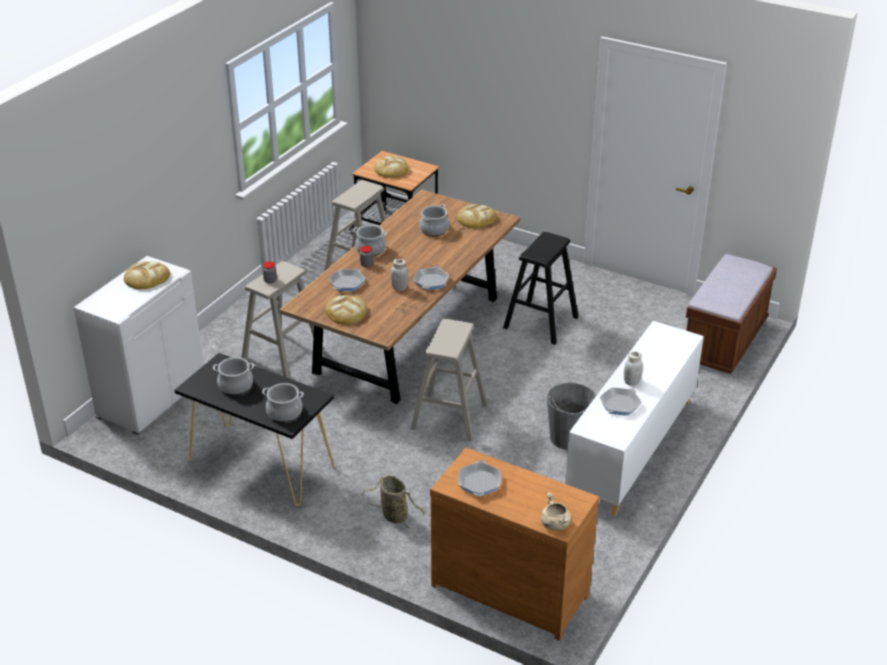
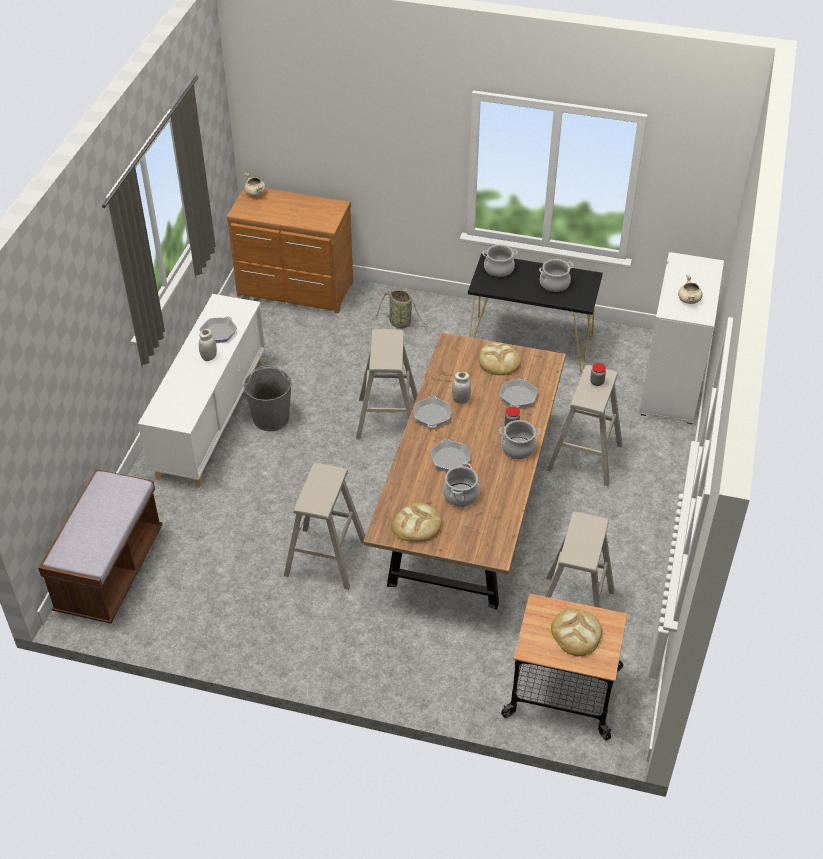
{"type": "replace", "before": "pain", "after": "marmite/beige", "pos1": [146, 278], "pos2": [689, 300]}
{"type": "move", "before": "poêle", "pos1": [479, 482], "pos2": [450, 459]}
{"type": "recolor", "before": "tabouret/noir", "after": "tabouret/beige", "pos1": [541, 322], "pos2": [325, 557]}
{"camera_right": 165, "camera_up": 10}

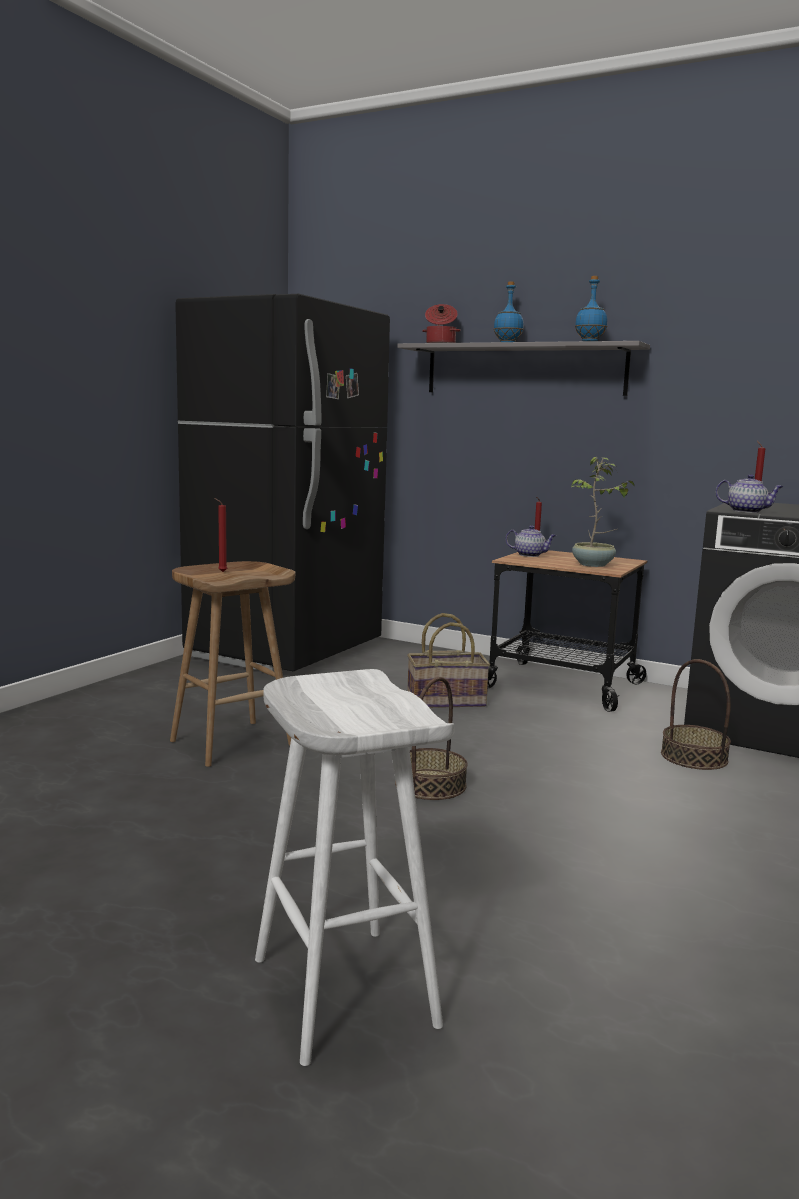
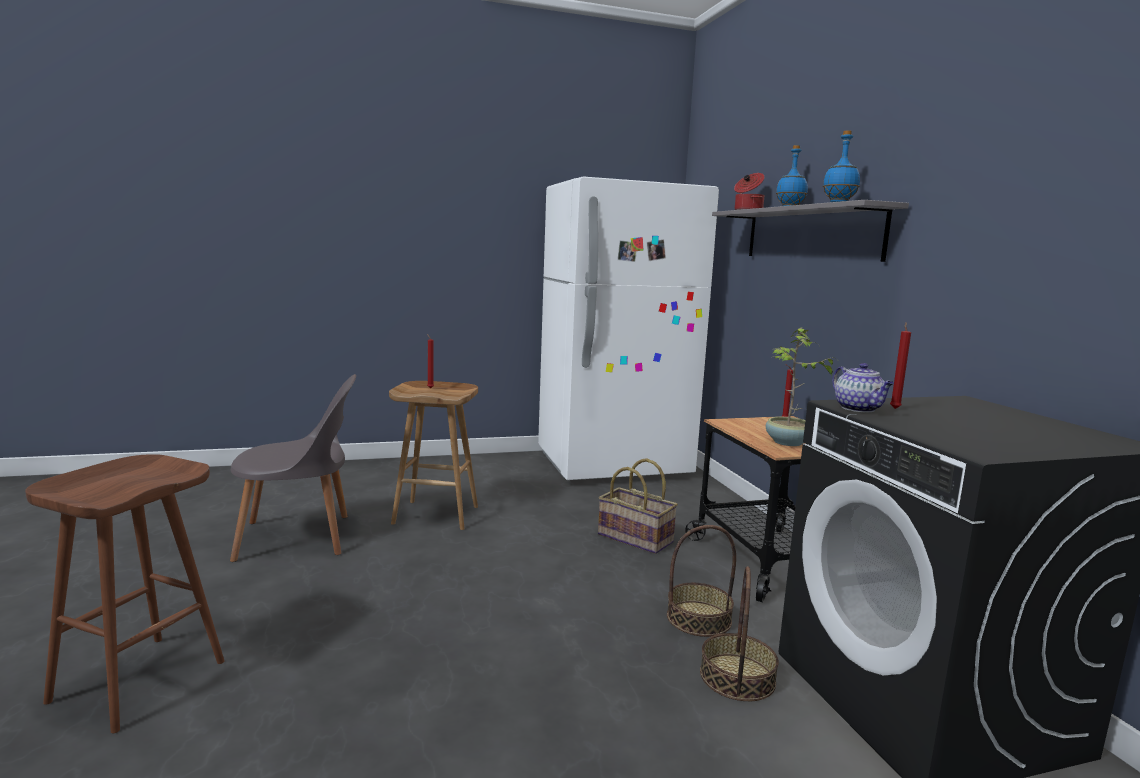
{"type": "recolor", "before": "réfrigérateur/noir", "after": "réfrigérateur/blanc", "pos1": [286, 650], "pos2": [613, 465]}
{"type": "recolor", "before": "tabouret/blanc", "after": "tabouret/marron", "pos1": [341, 990], "pos2": [139, 679]}
{"type": "move", "before": "panier", "pos1": [430, 784], "pos2": [698, 618]}
{"type": "delete", "before": "théière", "pos1": [530, 555]}
{"type": "insert", "after": "chaise/gris", "pos2": [300, 537]}
{"camera_right": 45, "camera_up": 0}

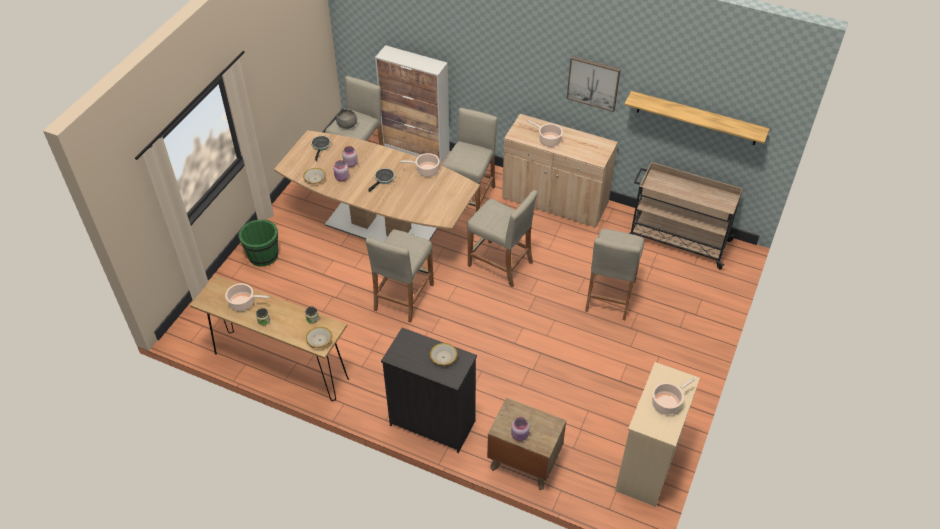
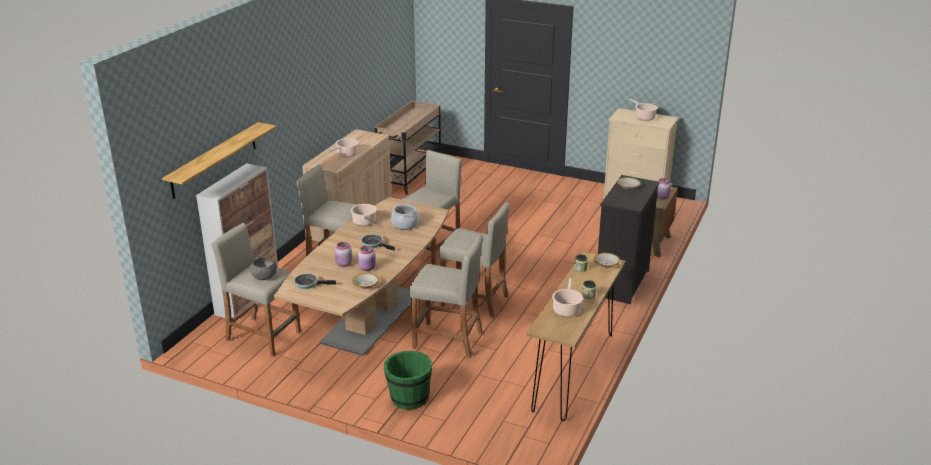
{"type": "delete", "before": "tableau", "pos1": [593, 83]}
{"type": "move", "before": "tabouret/beige", "pos1": [610, 295], "pos2": [448, 340]}
{"type": "move", "before": "étagère", "pos1": [696, 118], "pos2": [214, 160]}
{"type": "insert", "after": "marmite", "pos2": [405, 224]}
{"camera_right": -90, "camera_up": -20}

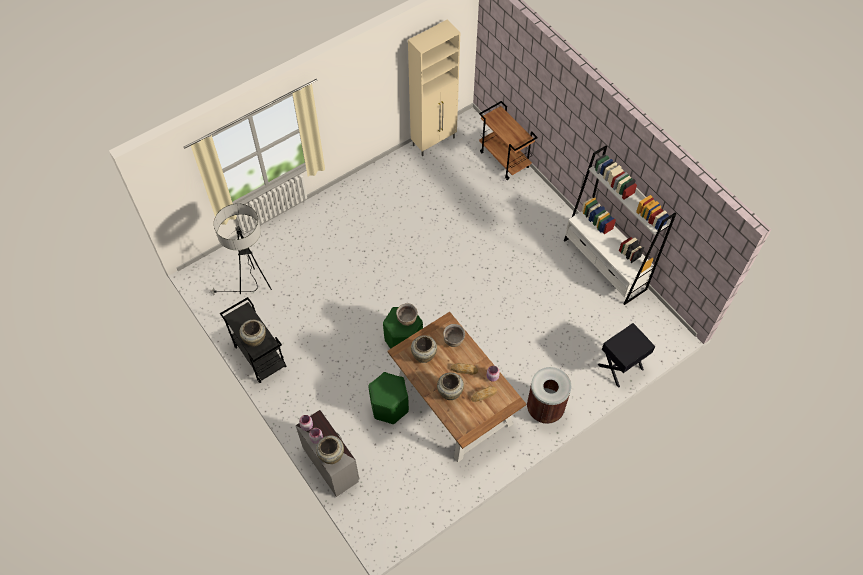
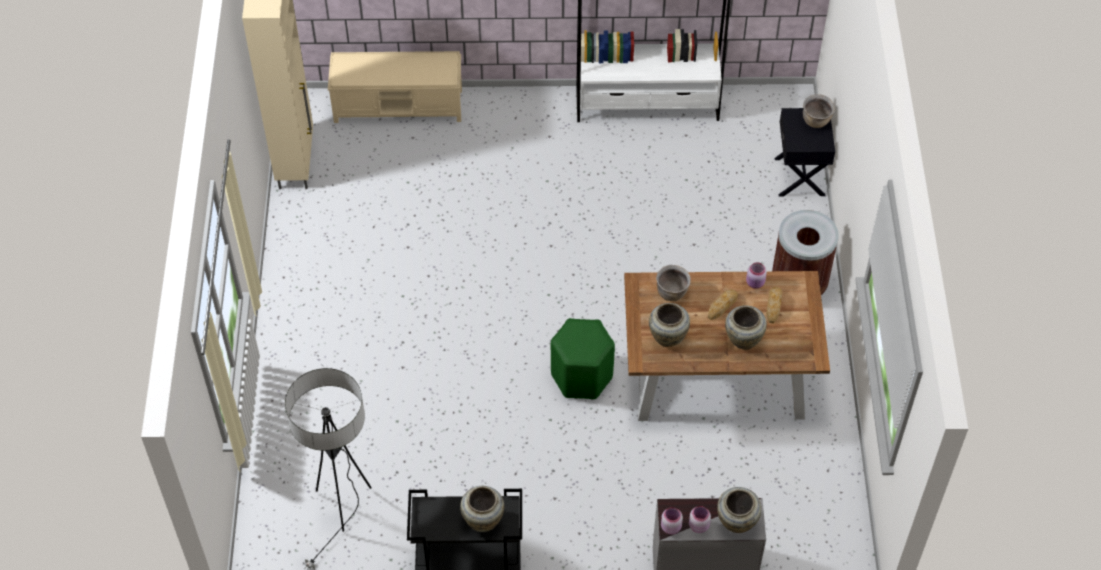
{"type": "delete", "before": "tabouret/vert", "pos1": [389, 406]}
{"type": "move", "before": "marmite/marron", "pos1": [407, 320], "pos2": [816, 121]}
{"type": "replace", "before": "chariot/marron", "after": "banc/beige", "pos1": [505, 159], "pos2": [399, 106]}
{"camera_right": -55, "camera_up": -5}

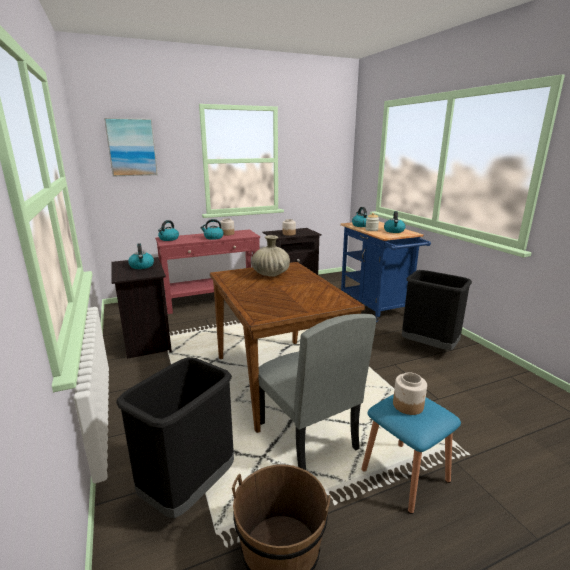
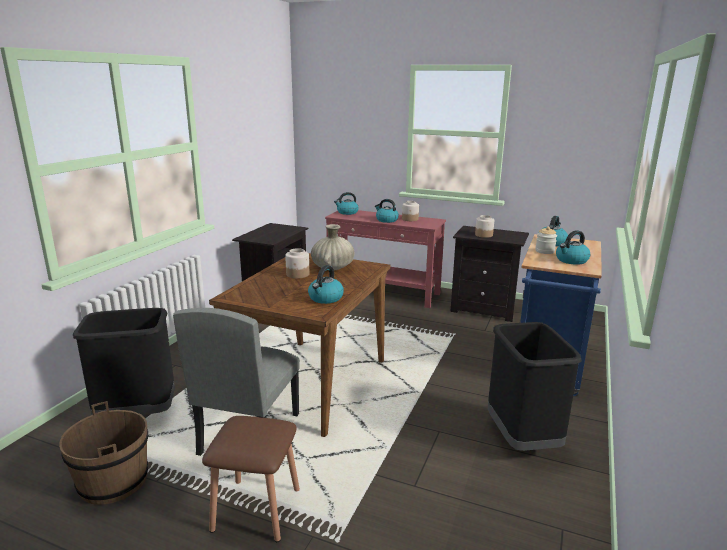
{"type": "delete", "before": "tableau", "pos1": [132, 147]}
{"type": "move", "before": "bouilloire", "pos1": [142, 266], "pos2": [325, 298]}
{"type": "recolor", "before": "tabouret/bleu", "after": "tabouret/marron", "pos1": [405, 475], "pos2": [256, 509]}
{"type": "move", "before": "bocal", "pos1": [408, 405], "pos2": [298, 274]}
{"camera_right": 45, "camera_up": 0}

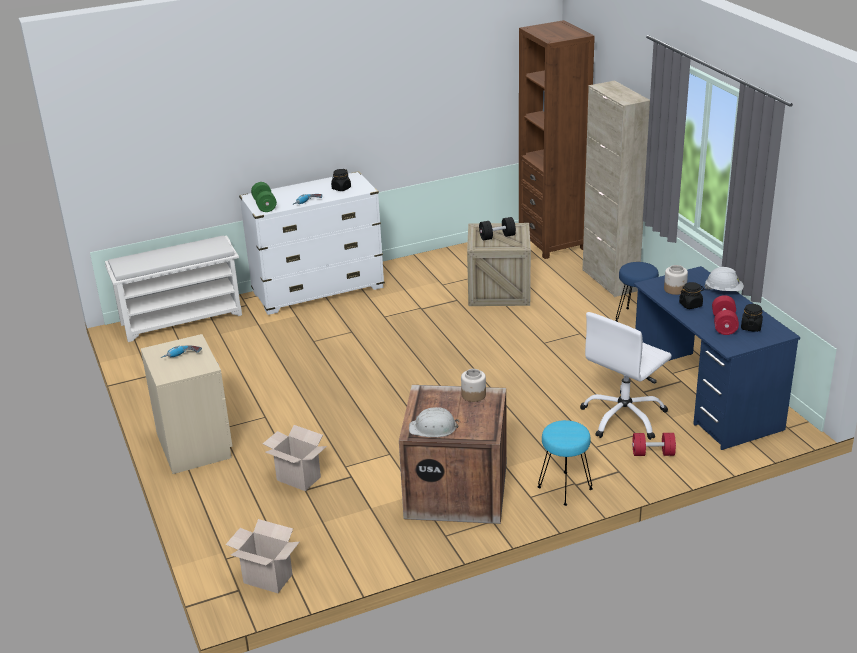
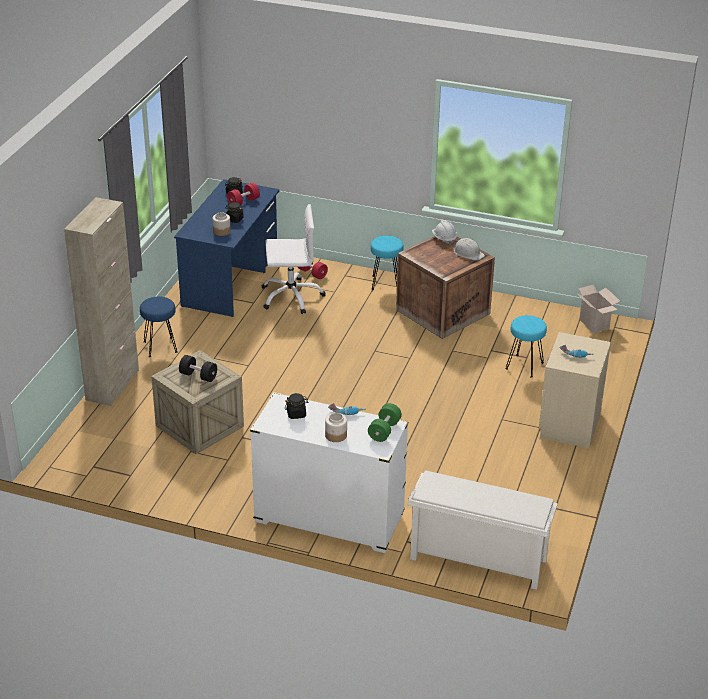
{"type": "replace", "before": "carton", "after": "tabouret/turquoise", "pos1": [297, 479], "pos2": [525, 366]}
{"type": "move", "before": "bocal", "pos1": [473, 395], "pos2": [336, 435]}
{"type": "delete", "before": "bibliothèque/marron", "pos1": [552, 242]}
{"type": "move", "before": "casque de chantier/blanc", "pos1": [723, 291], "pos2": [444, 239]}
{"camera_right": -140, "camera_up": 5}

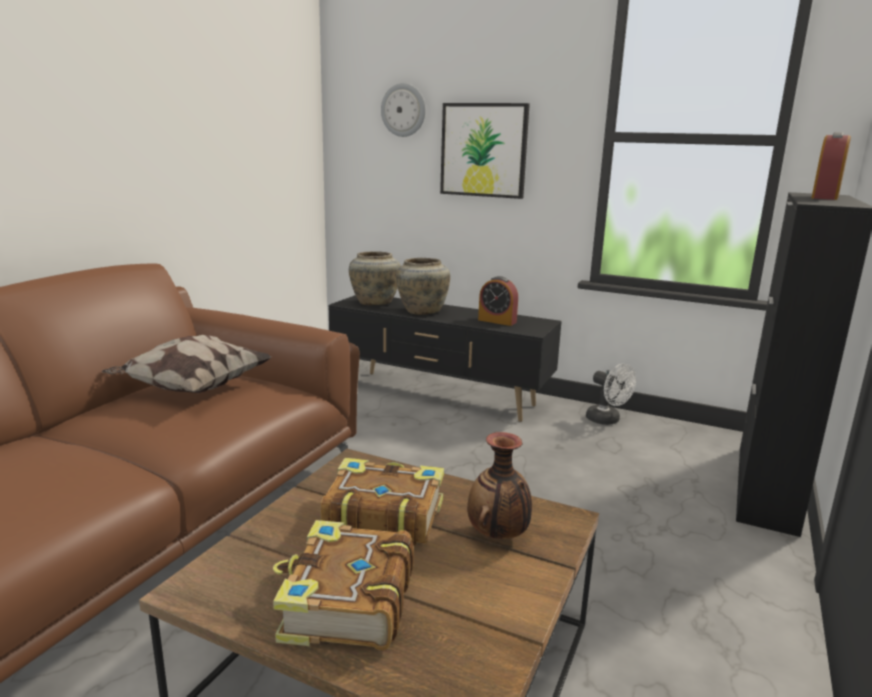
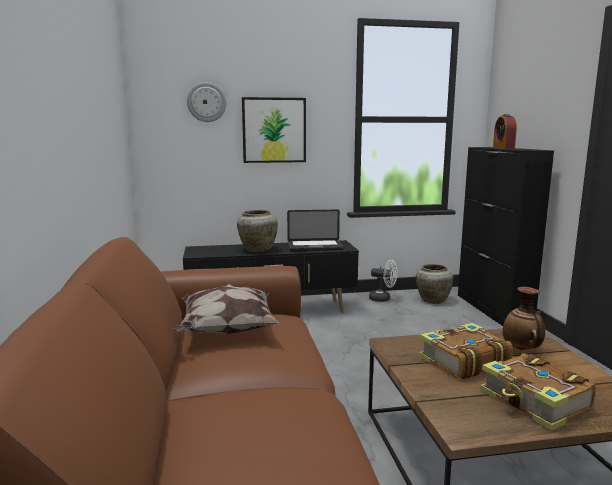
{"type": "move", "before": "vase/beige", "pos1": [375, 302], "pos2": [432, 300]}
{"type": "replace", "before": "réveil", "after": "ordinateur portable", "pos1": [497, 321], "pos2": [315, 247]}
{"camera_right": -35, "camera_up": -5}

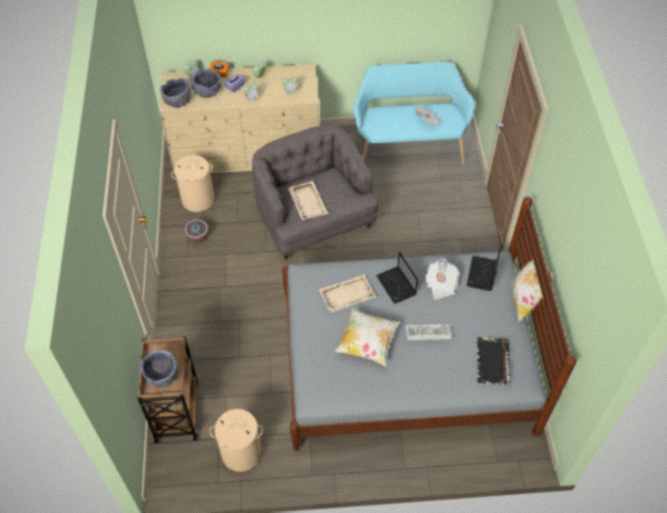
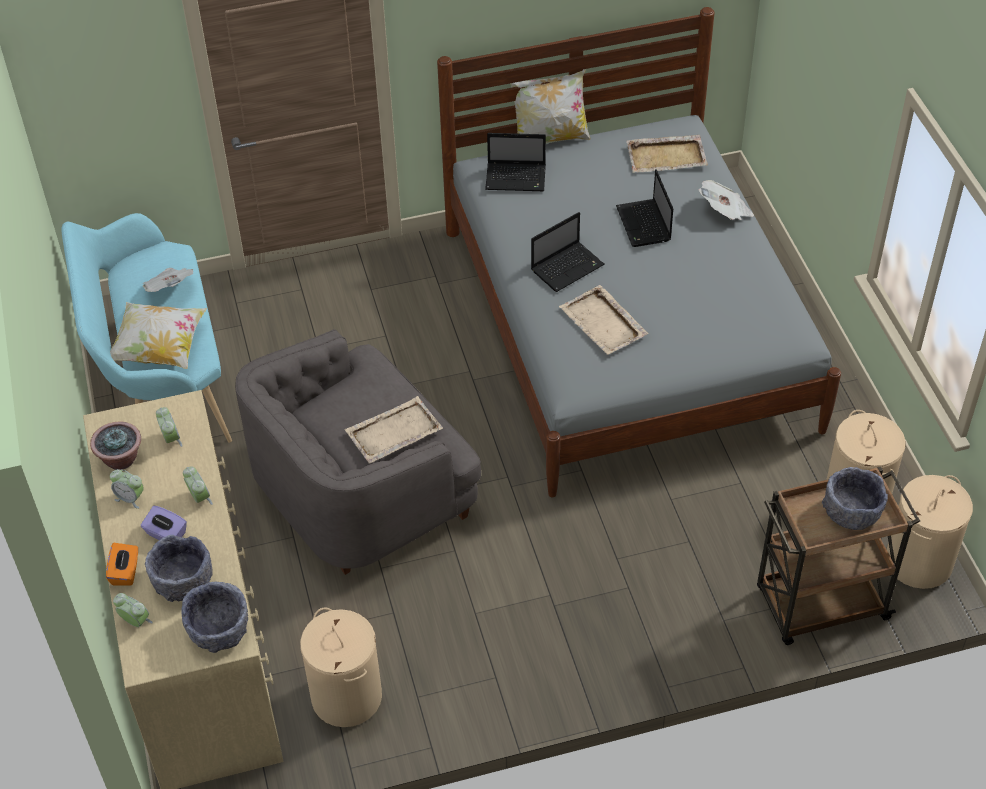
{"type": "move", "before": "plante en pot", "pos1": [198, 237], "pos2": [121, 459]}
{"type": "move", "before": "coussin", "pos1": [367, 343], "pos2": [159, 349]}
{"type": "replace", "before": "clavier", "after": "ordinateur portable", "pos1": [426, 334], "pos2": [644, 225]}
{"type": "move", "before": "journal", "pos1": [440, 285], "pos2": [725, 212]}
{"type": "recolor", "before": "plateau/noir", "after": "plateau/beige", "pos1": [492, 362], "pos2": [667, 156]}
{"type": "insert", "after": "panier à linge/beige", "pos2": [918, 562]}
{"camera_right": -100, "camera_up": -5}

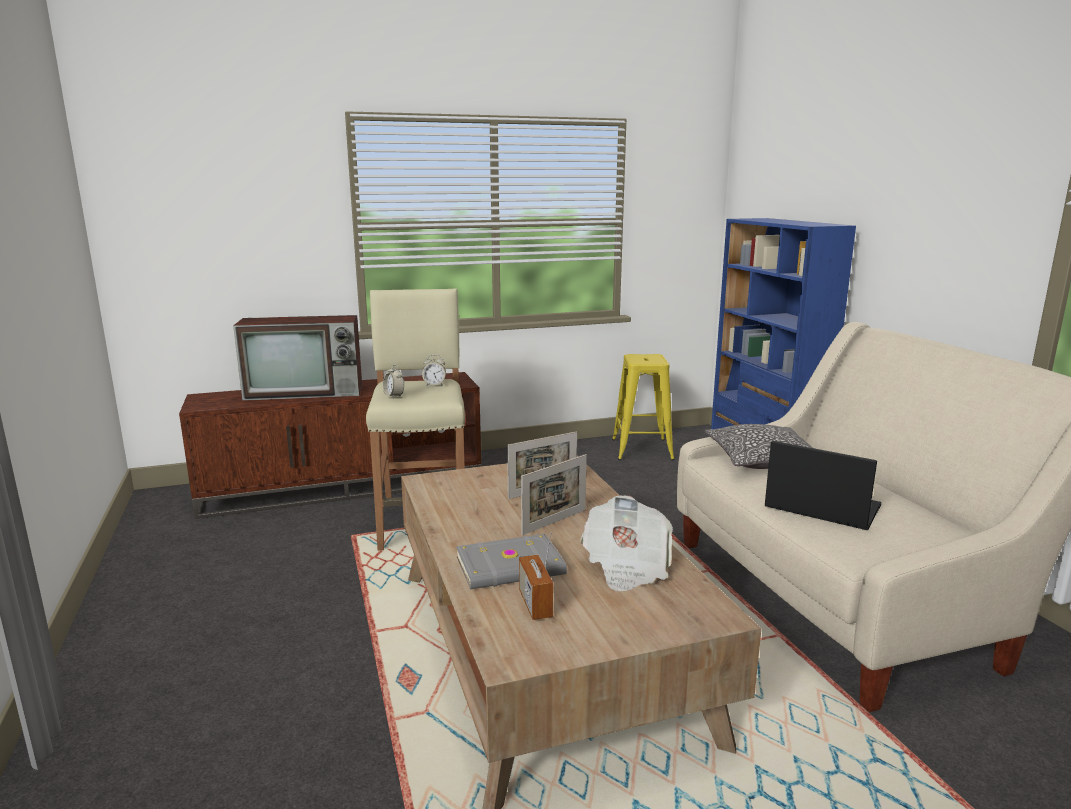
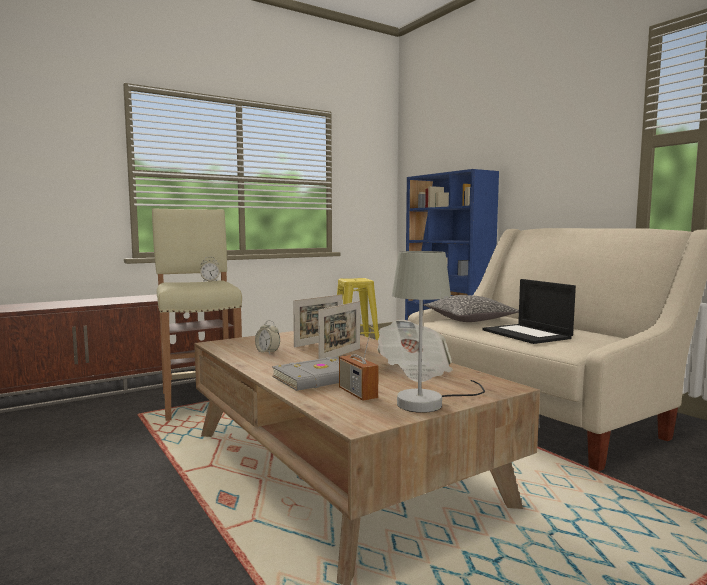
{"type": "delete", "before": "téléviseur", "pos1": [307, 392]}
{"type": "move", "before": "réveil", "pos1": [394, 396], "pos2": [267, 352]}
{"type": "rotate", "before": "ordinateur portable", "pos1": [820, 506], "pos2": [527, 334], "turn": -135}
{"type": "insert", "after": "lampe de table/gris", "pos2": [430, 402]}
{"camera_right": -15, "camera_up": -10}

